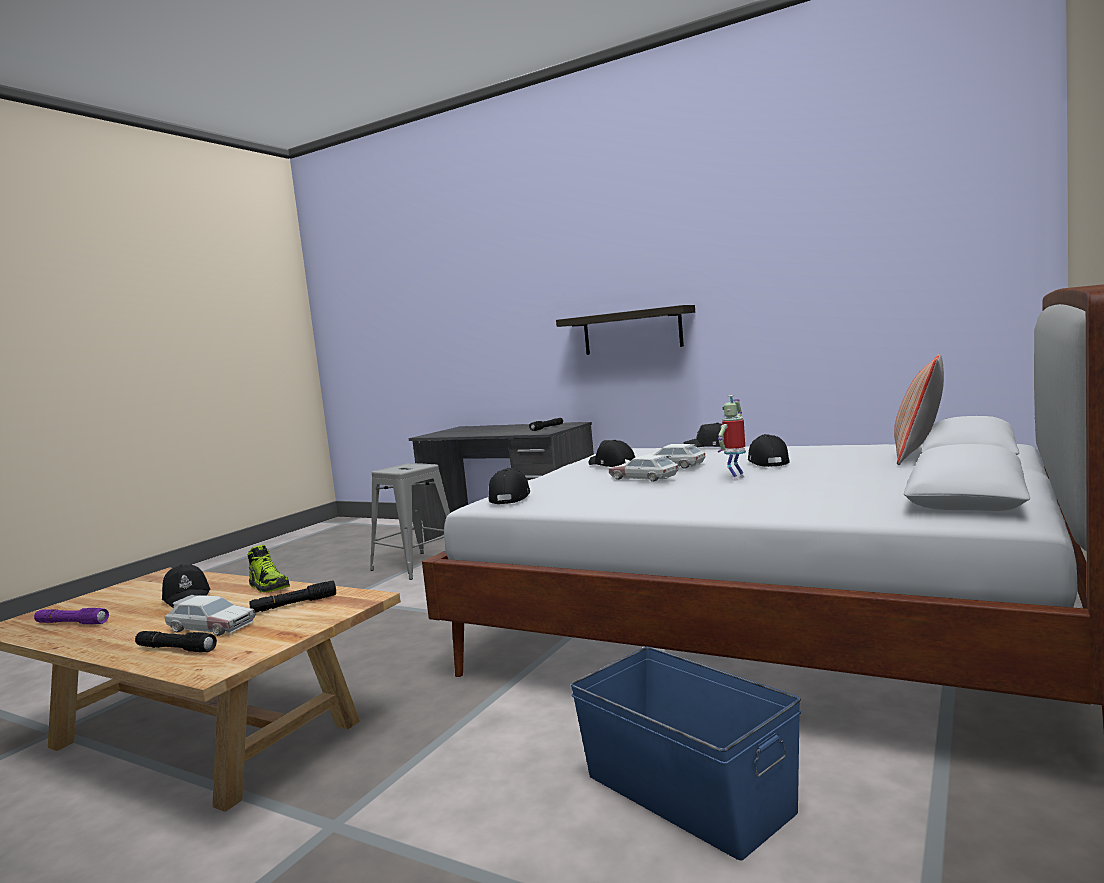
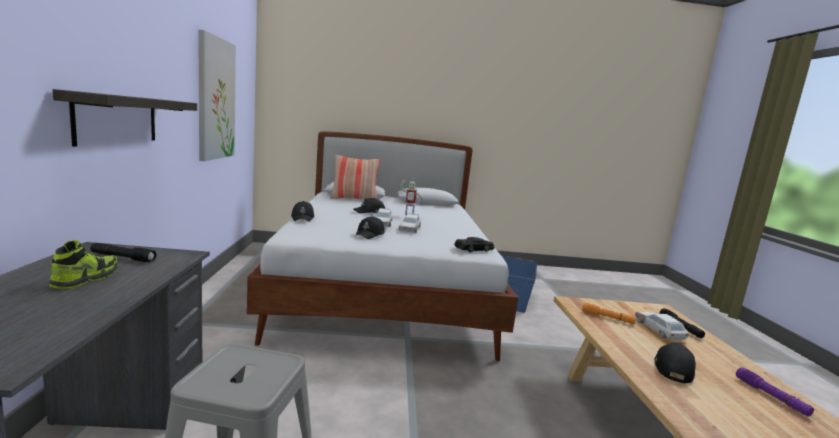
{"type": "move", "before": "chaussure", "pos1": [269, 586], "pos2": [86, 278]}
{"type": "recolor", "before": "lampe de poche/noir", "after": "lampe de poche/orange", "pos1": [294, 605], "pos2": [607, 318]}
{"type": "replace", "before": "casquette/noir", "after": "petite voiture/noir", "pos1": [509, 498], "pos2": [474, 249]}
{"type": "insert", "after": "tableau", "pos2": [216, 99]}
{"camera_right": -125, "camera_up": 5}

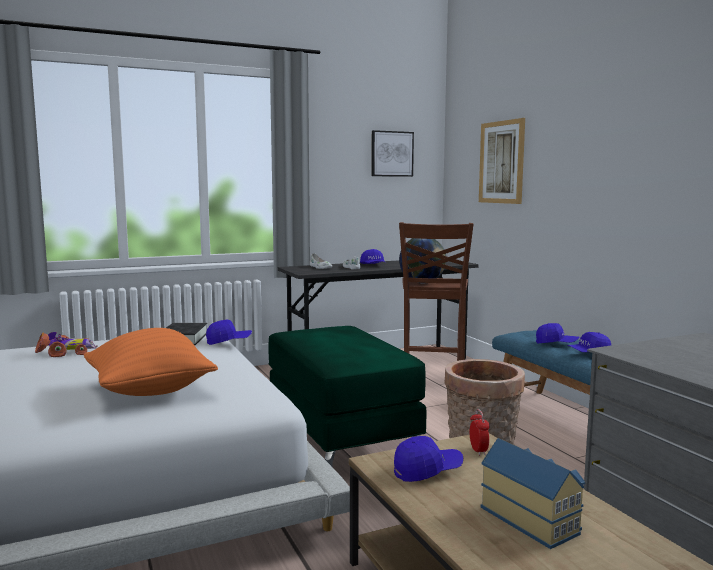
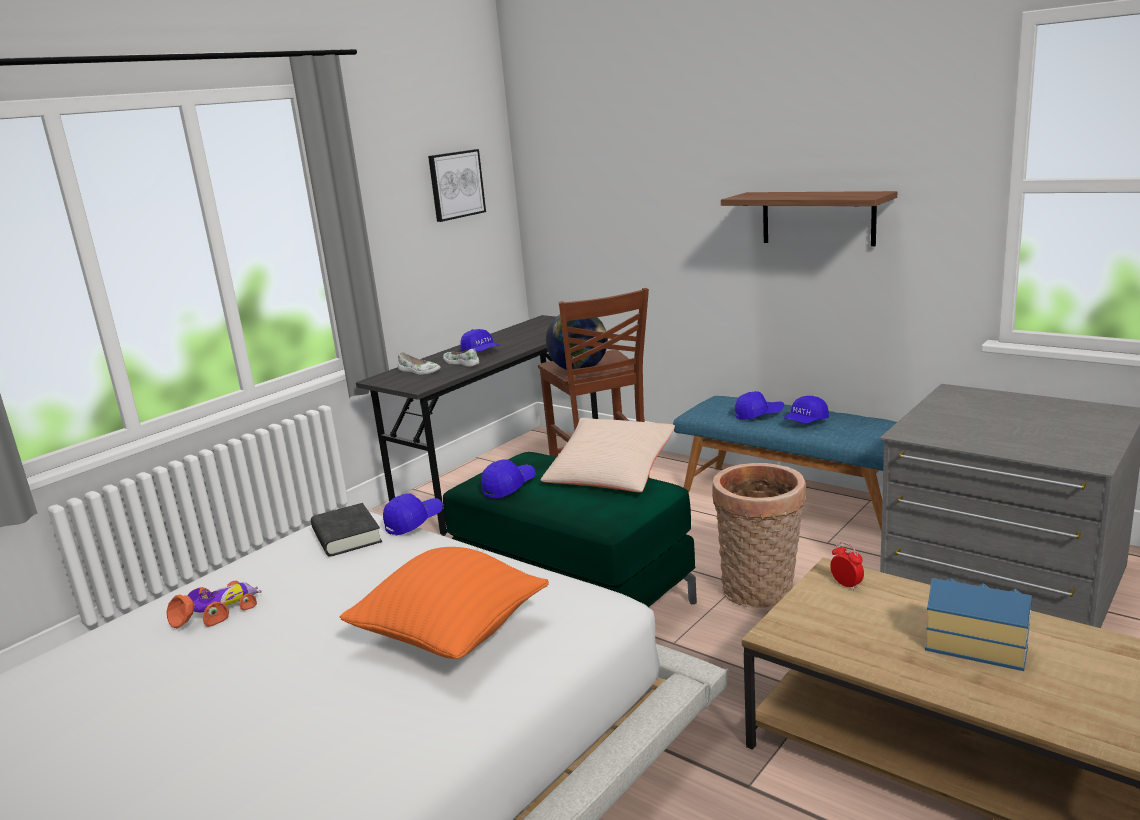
{"type": "move", "before": "casquette/bleu", "pos1": [427, 471], "pos2": [509, 487]}
{"type": "delete", "before": "tableau", "pos1": [501, 162]}
{"type": "insert", "after": "coussin/beige", "pos2": [610, 473]}
{"type": "insert", "after": "étagère", "pos2": [818, 218]}
{"camera_right": -25, "camera_up": 10}

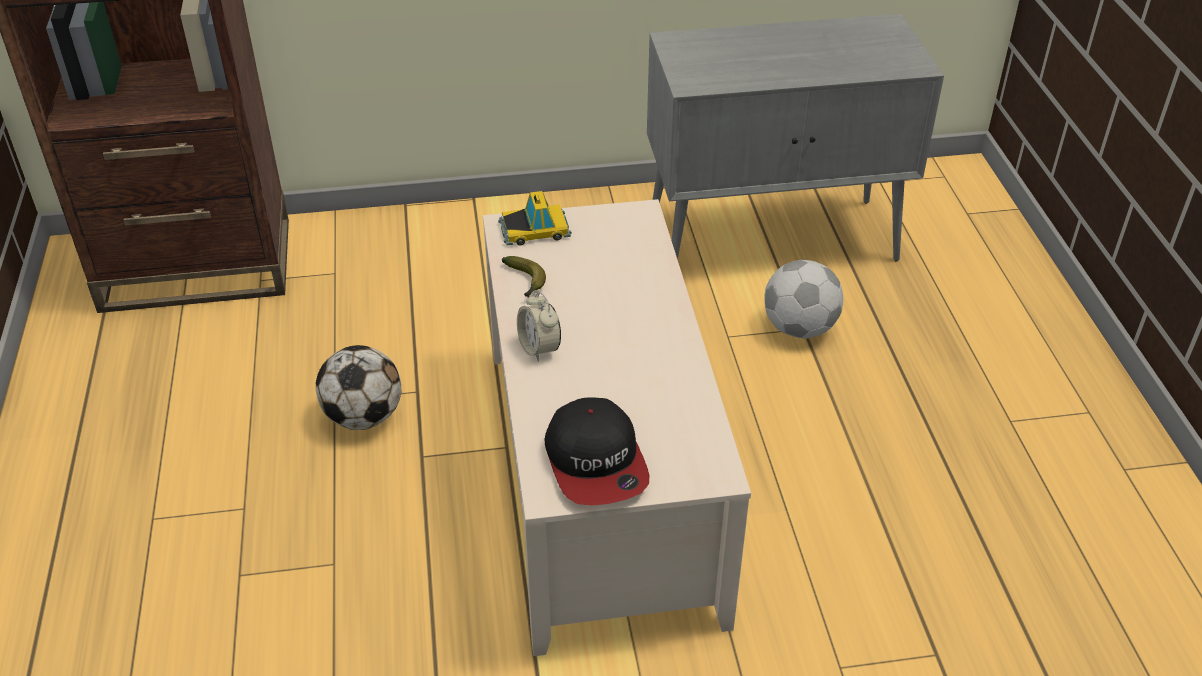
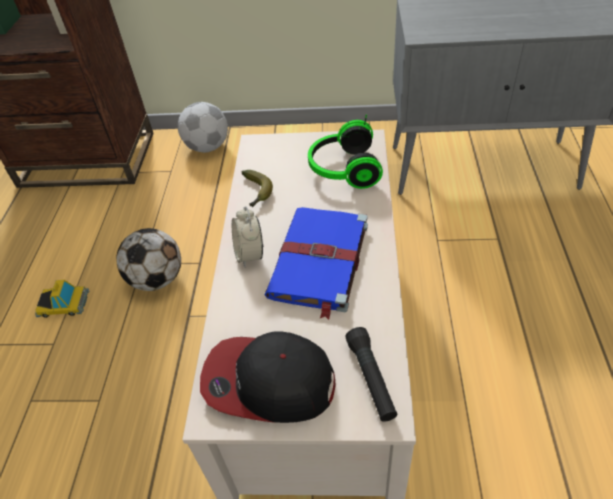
{"type": "move", "before": "petite voiture", "pos1": [534, 229], "pos2": [63, 303]}
{"type": "rotate", "before": "casquette", "pos1": [596, 462], "pos2": [268, 382], "turn": 105}
{"type": "move", "before": "ballon de foot", "pos1": [799, 327], "pos2": [208, 146]}
{"type": "insert", "after": "livre/bleu", "pos2": [319, 262]}
{"type": "insert", "after": "casque audio", "pos2": [343, 169]}
{"type": "insert", "after": "lampe de poche/noir", "pos2": [371, 379]}
{"camera_right": 15, "camera_up": 5}

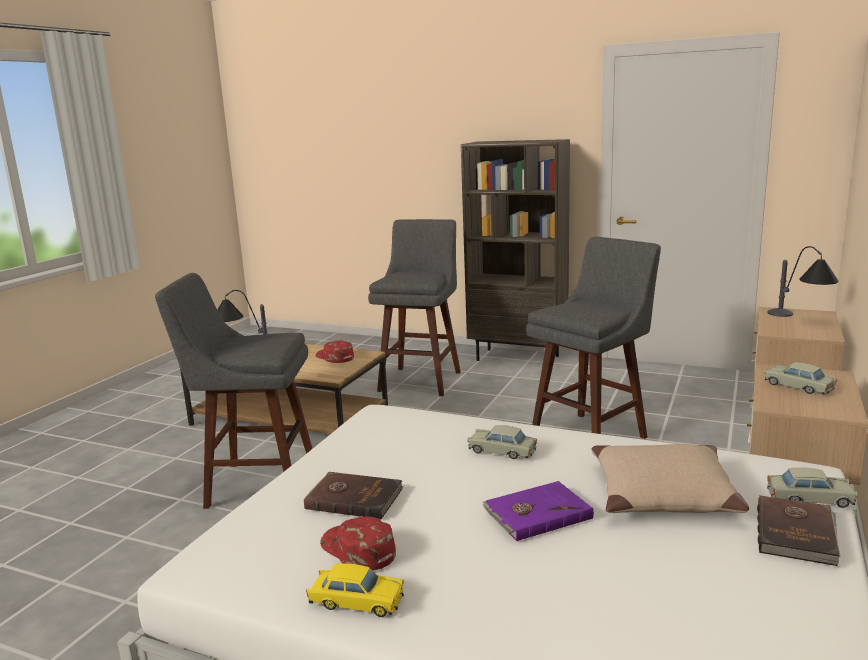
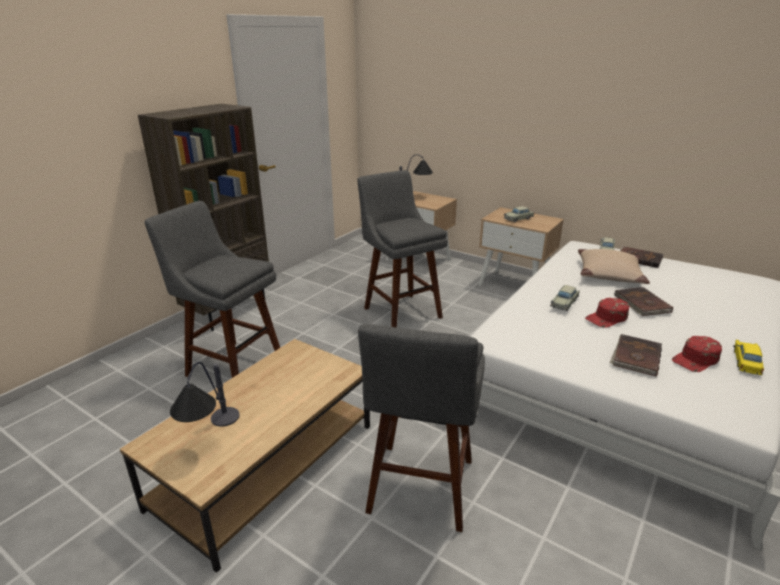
{"type": "move", "before": "casquette/rouge", "pos1": [334, 357], "pos2": [607, 318]}
{"type": "recolor", "before": "livre/violet", "after": "livre/marron", "pos1": [536, 514], "pos2": [641, 304]}
{"camera_right": -80, "camera_up": 10}

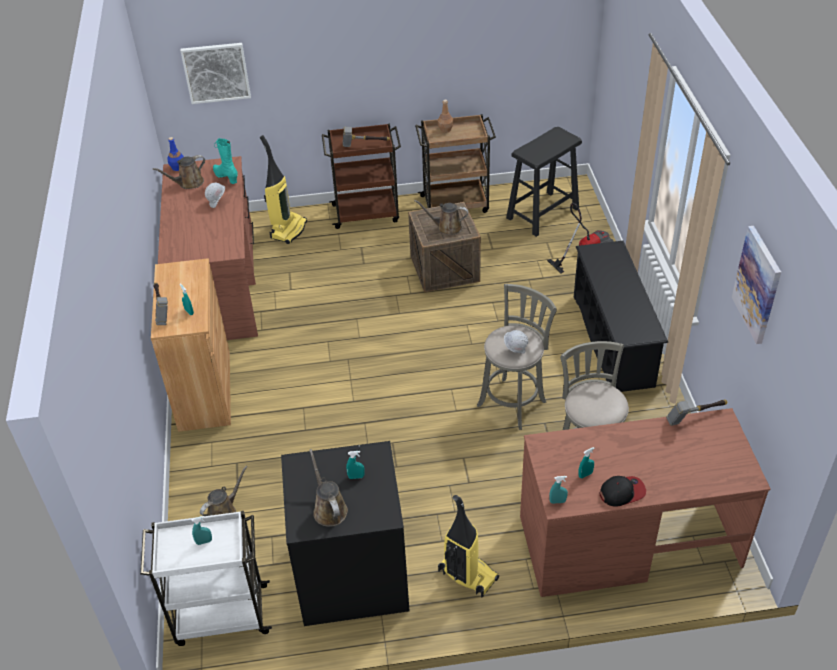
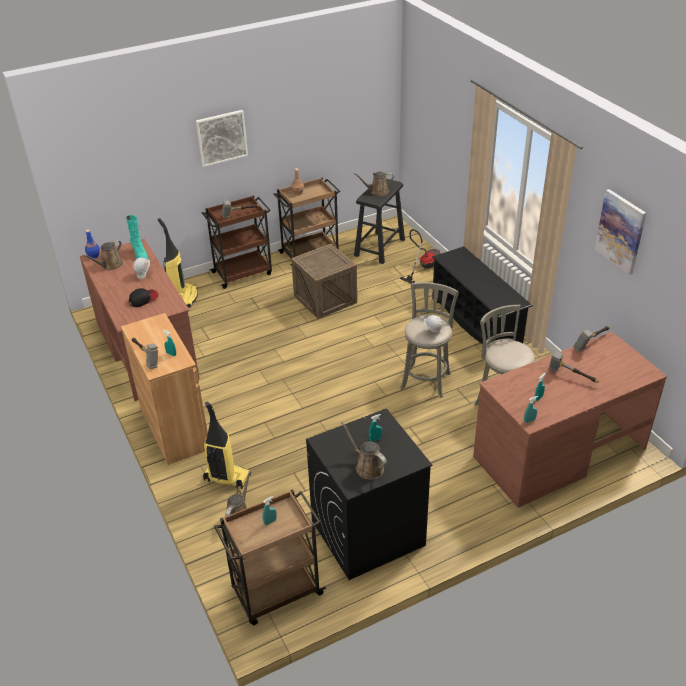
{"type": "recolor", "before": "chariot/blanc", "after": "chariot/marron", "pos1": [220, 615], "pos2": [275, 592]}
{"type": "move", "before": "tableau", "pos1": [216, 72], "pos2": [221, 137]}
{"type": "rotate", "before": "botte/turquoise", "pos1": [226, 177], "pos2": [140, 255], "turn": -150}
{"type": "move", "before": "arrosoir/marron", "pos1": [446, 227], "pos2": [377, 192]}
{"type": "move", "before": "aspirateur", "pos1": [467, 575], "pos2": [226, 478]}
{"type": "move", "before": "casquette", "pos1": [622, 492], "pos2": [143, 299]}
{"type": "insert", "after": "marteau", "pos2": [570, 376]}
{"camera_right": -20, "camera_up": -5}

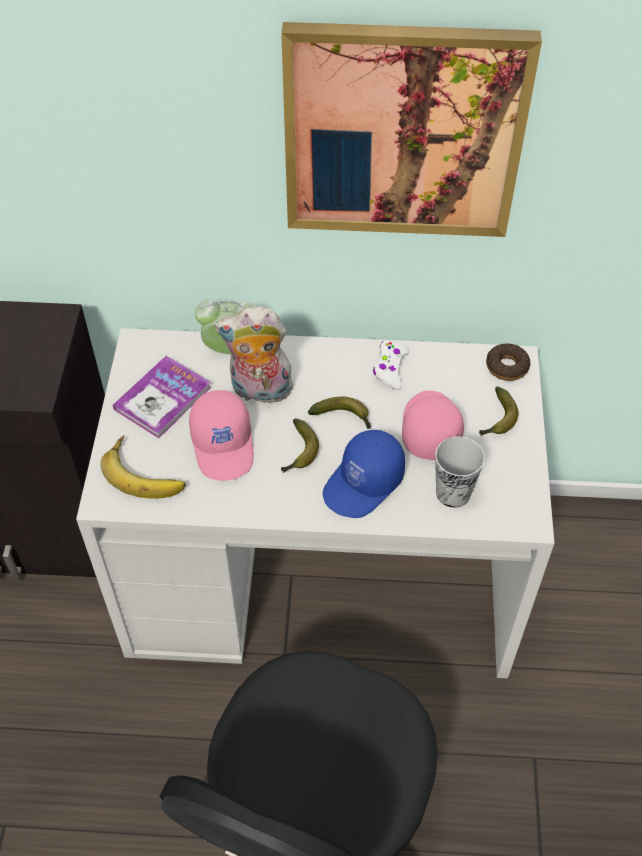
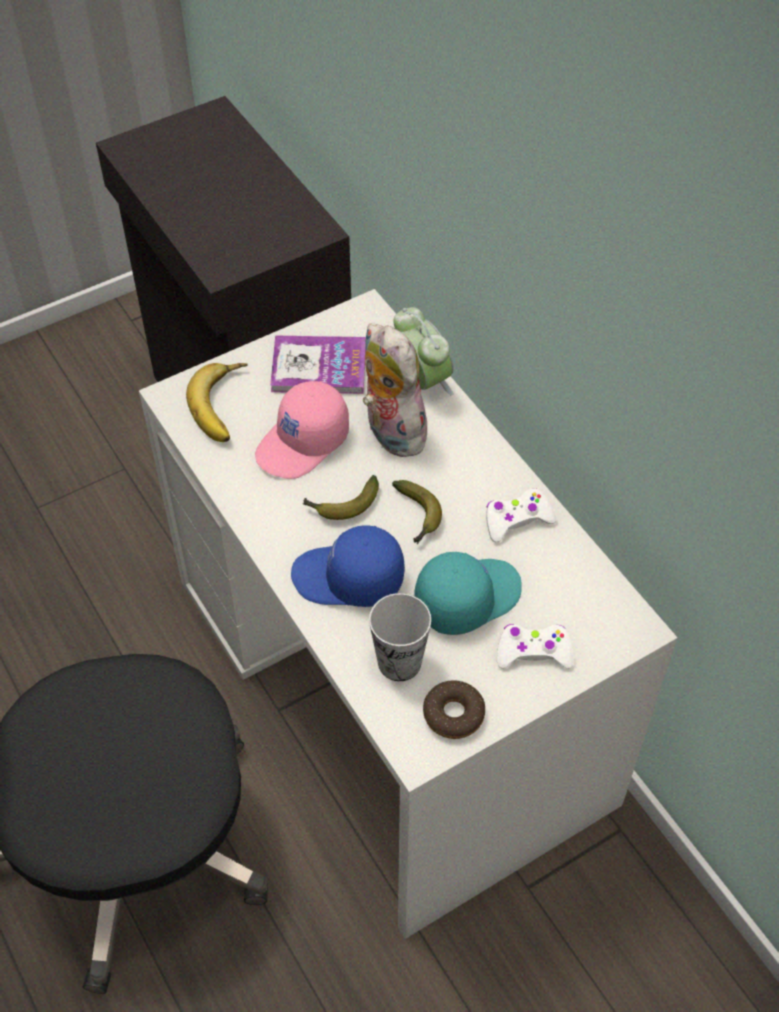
{"type": "delete", "before": "tableau", "pos1": [403, 132]}
{"type": "recolor", "before": "casquette/rose", "after": "casquette/turquoise", "pos1": [429, 428], "pos2": [466, 597]}
{"type": "replace", "before": "banane", "after": "manette/blanc", "pos1": [497, 419], "pos2": [533, 652]}
{"type": "move", "before": "beignet", "pos1": [507, 367], "pos2": [453, 714]}
{"camera_right": 55, "camera_up": 0}

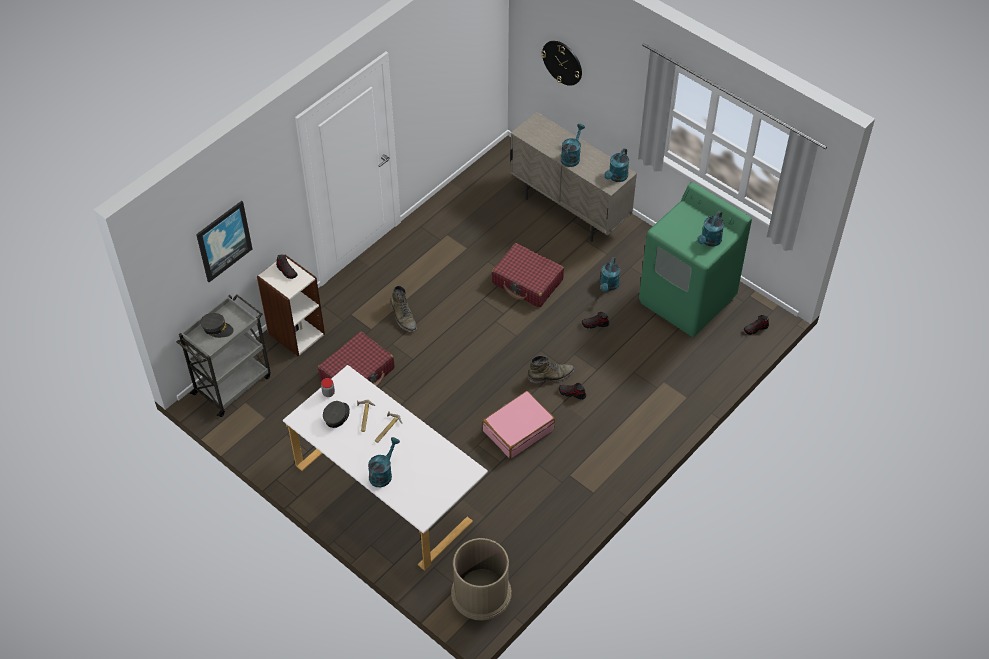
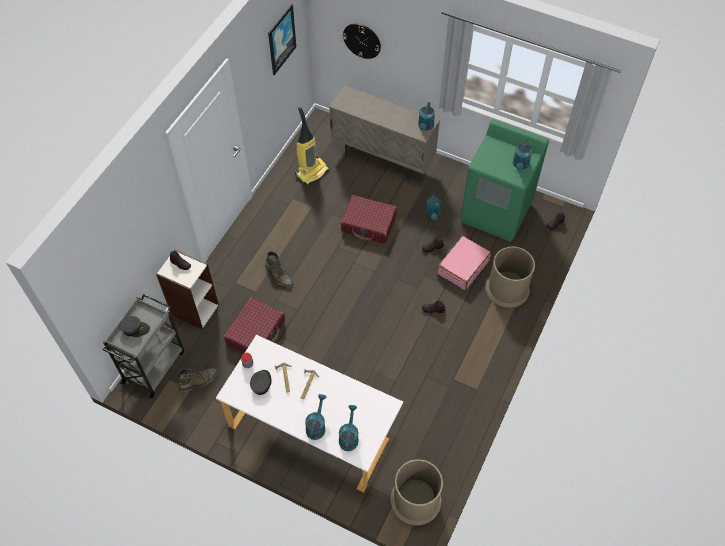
{"type": "move", "before": "tableau", "pos1": [223, 240], "pos2": [281, 39]}
{"type": "move", "before": "valise/rose", "pos1": [518, 430], "pos2": [462, 267]}
{"type": "move", "before": "botte/vert", "pos1": [551, 375], "pos2": [198, 381]}
{"type": "move", "before": "arrosoir/turquoise", "pos1": [571, 156], "pos2": [349, 437]}
{"type": "insert", "after": "aspirateur", "pos2": [312, 172]}
{"type": "insert", "after": "poubelle/marron", "pos2": [507, 288]}
{"camera_right": -15, "camera_up": 5}

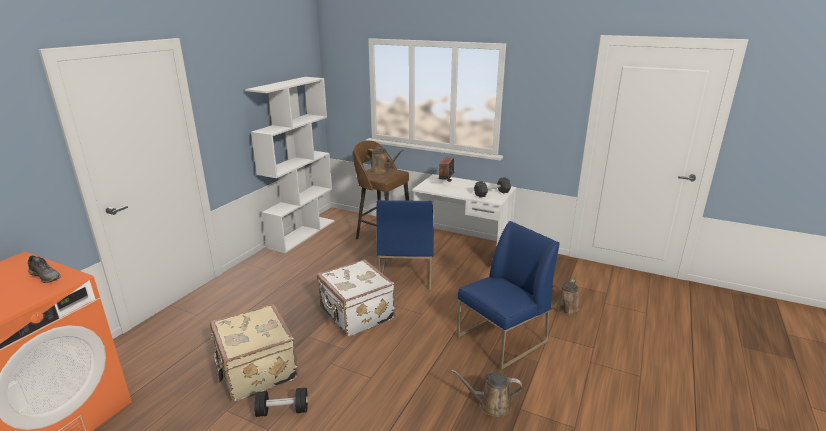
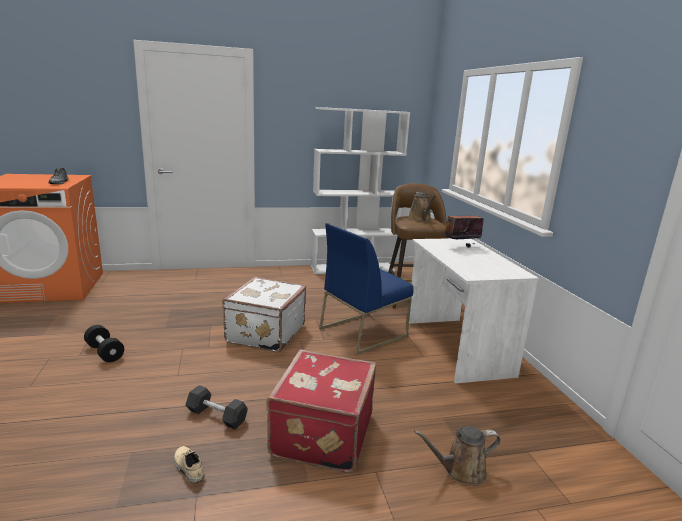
{"type": "delete", "before": "valise/beige", "pos1": [256, 371]}
{"type": "replace", "before": "arrosoir/marron", "after": "chaussure/beige", "pos1": [491, 405], "pos2": [188, 468]}
{"type": "replace", "before": "chaise/bleu", "after": "valise/rouge", "pos1": [502, 340], "pos2": [320, 434]}
{"type": "move", "before": "haltère/gris", "pos1": [492, 193], "pos2": [216, 416]}
{"camera_right": 50, "camera_up": -5}

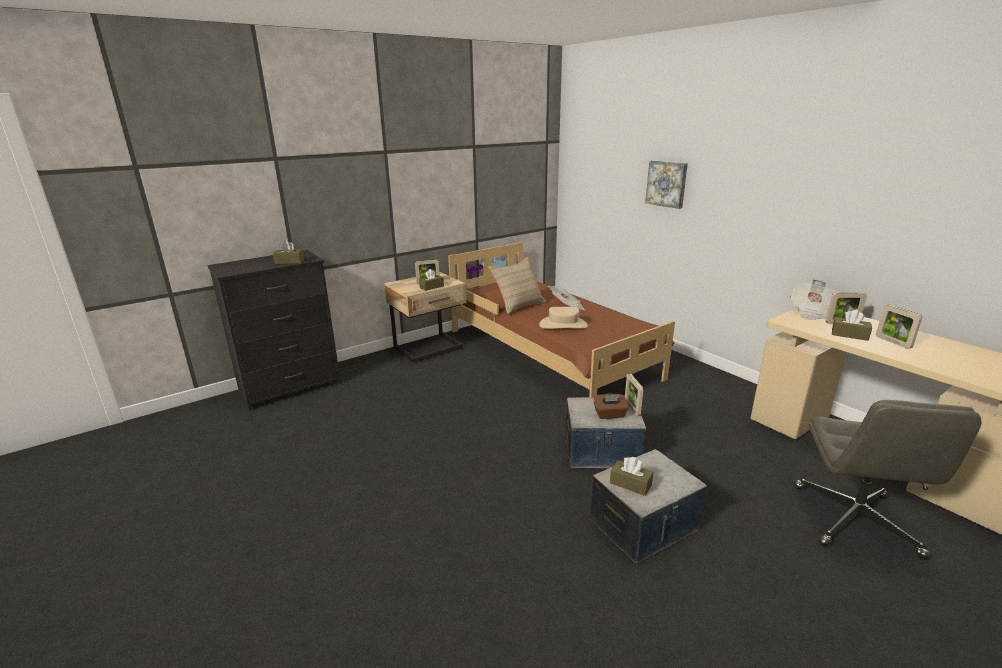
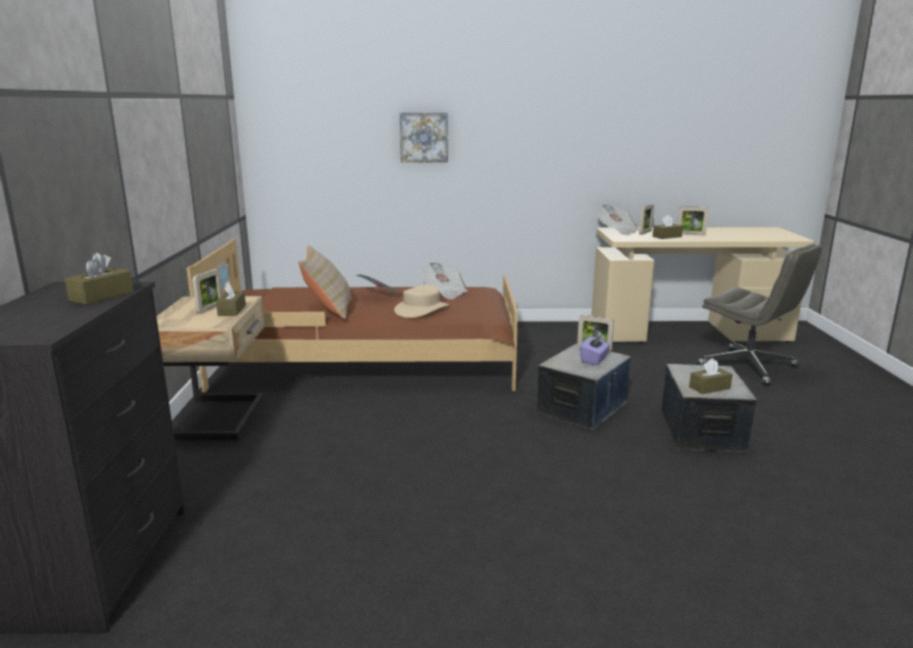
{"type": "recolor", "before": "boîte à mouchoirs/marron", "after": "boîte à mouchoirs/violet", "pos1": [610, 415], "pos2": [594, 360]}
{"type": "insert", "after": "journal", "pos2": [444, 293]}
{"camera_right": -55, "camera_up": -5}

